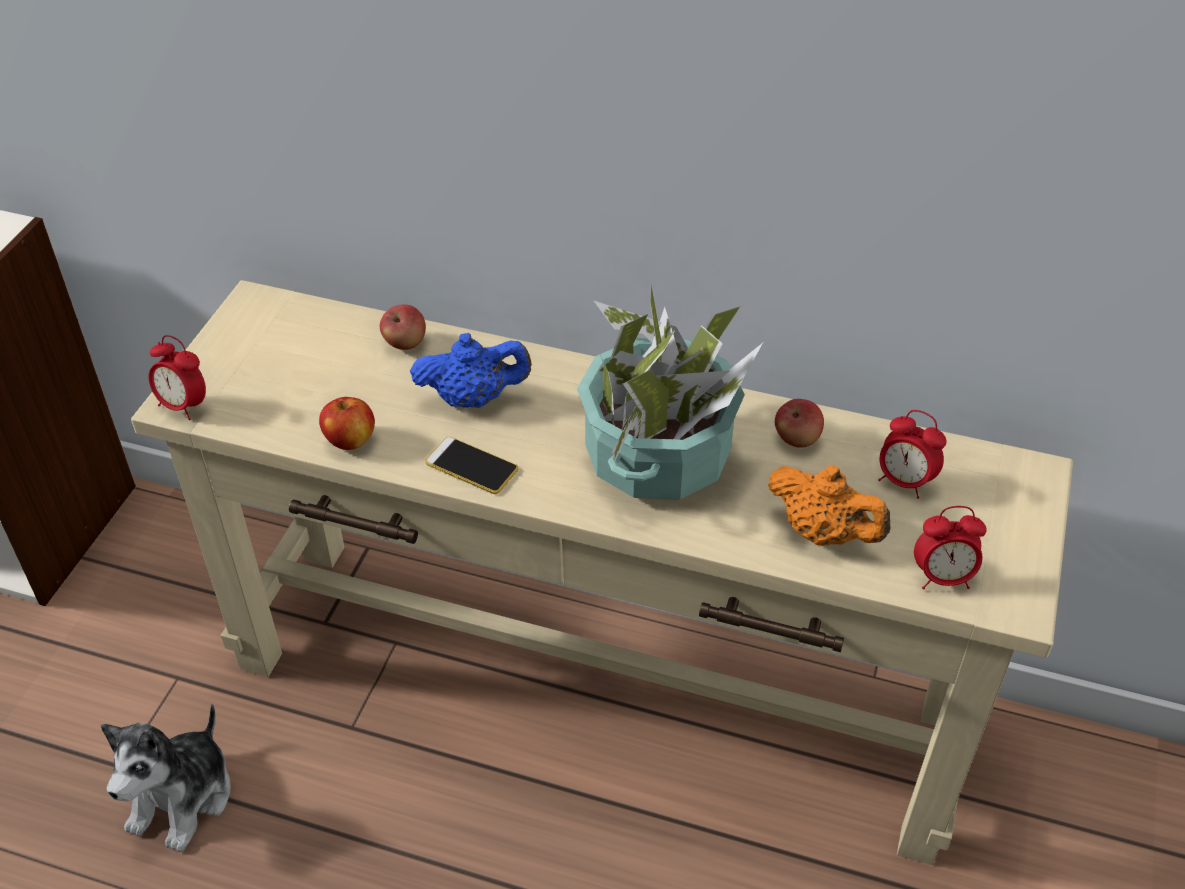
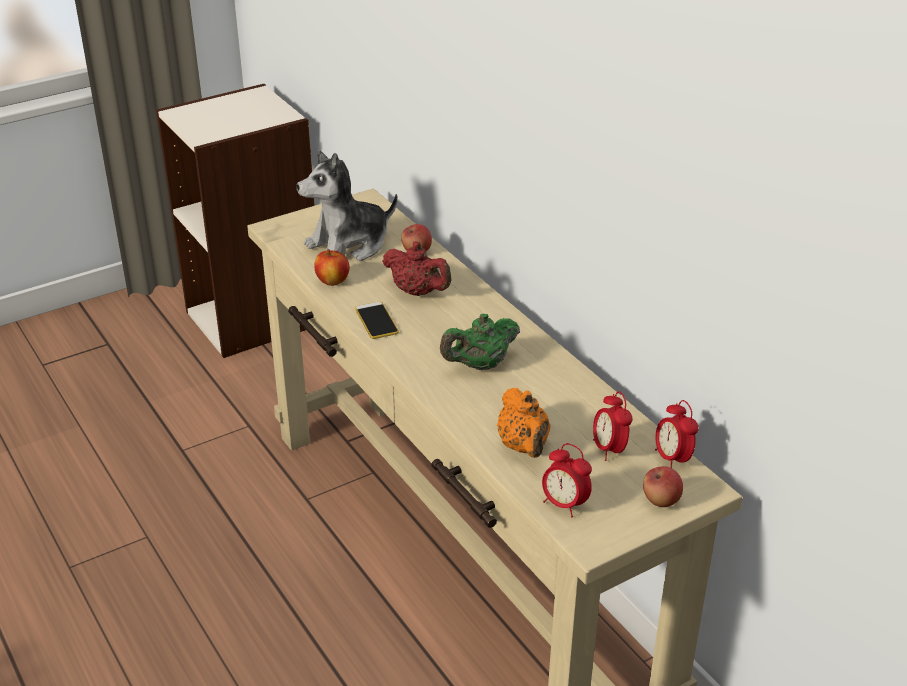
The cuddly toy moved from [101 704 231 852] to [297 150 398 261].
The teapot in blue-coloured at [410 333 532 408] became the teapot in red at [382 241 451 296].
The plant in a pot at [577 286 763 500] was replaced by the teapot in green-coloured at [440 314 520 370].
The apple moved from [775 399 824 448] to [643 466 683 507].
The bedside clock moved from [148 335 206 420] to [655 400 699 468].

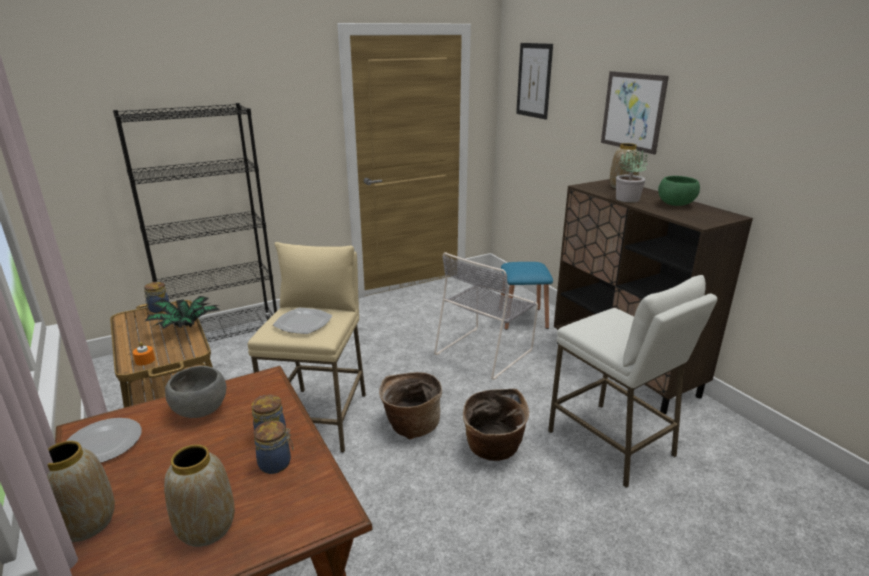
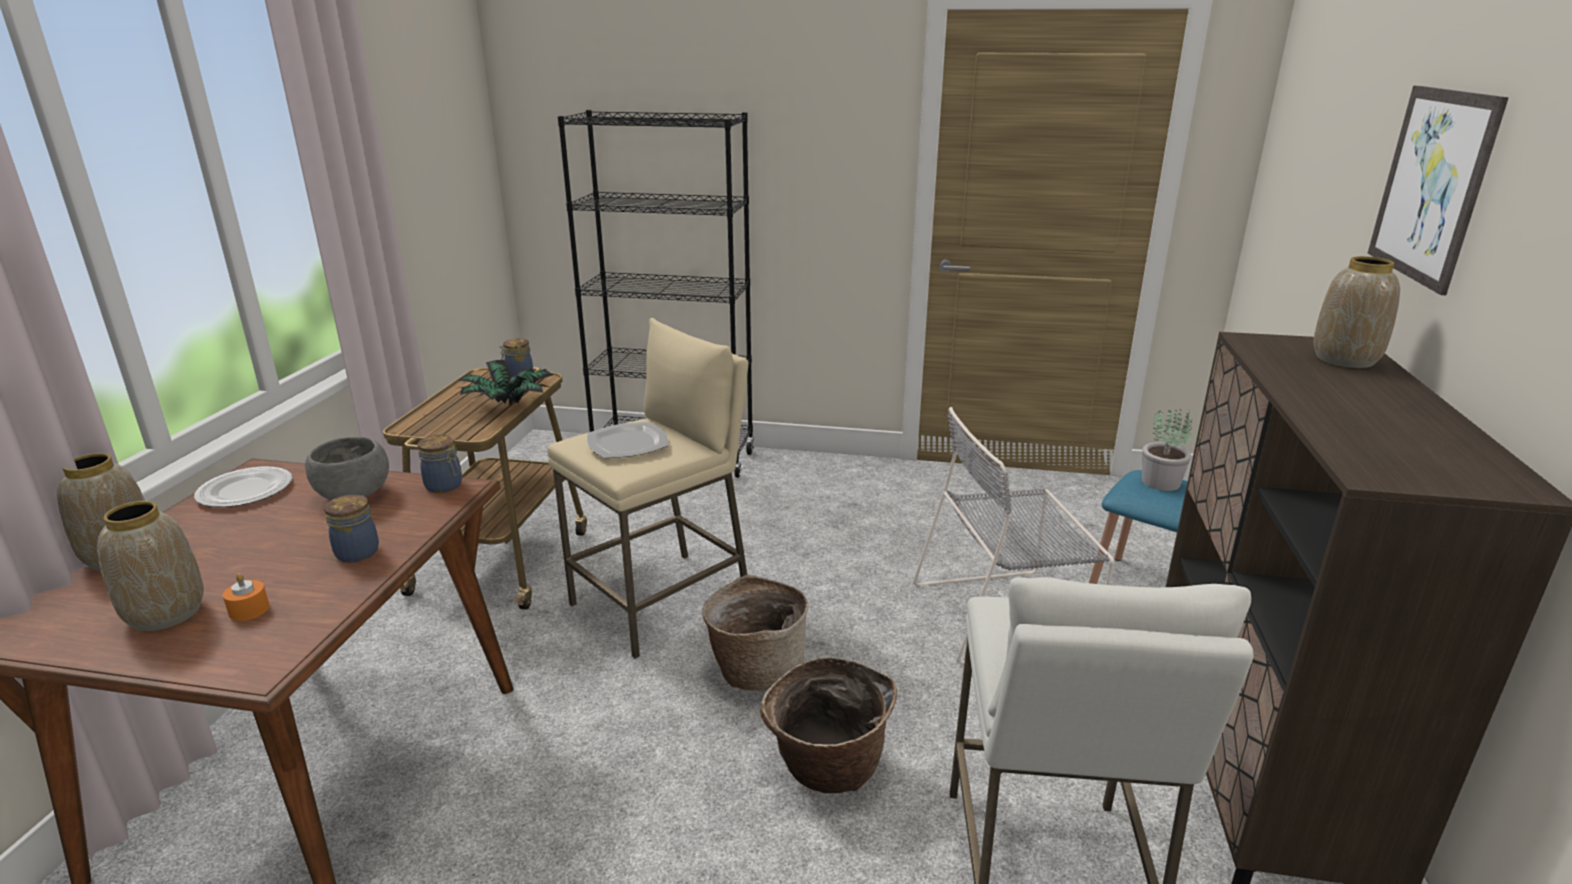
The candle in orangey moved from [133 342 155 365] to [223 573 270 621].
The preserve jar moved from [254 421 294 474] to [417 435 462 493].
The plant in a pot moved from [616 149 648 202] to [1142 409 1193 491].
The wall art at [516 43 553 120] disappeared.
The deep dish in green-coloured at [658 176 700 206] disappeared.

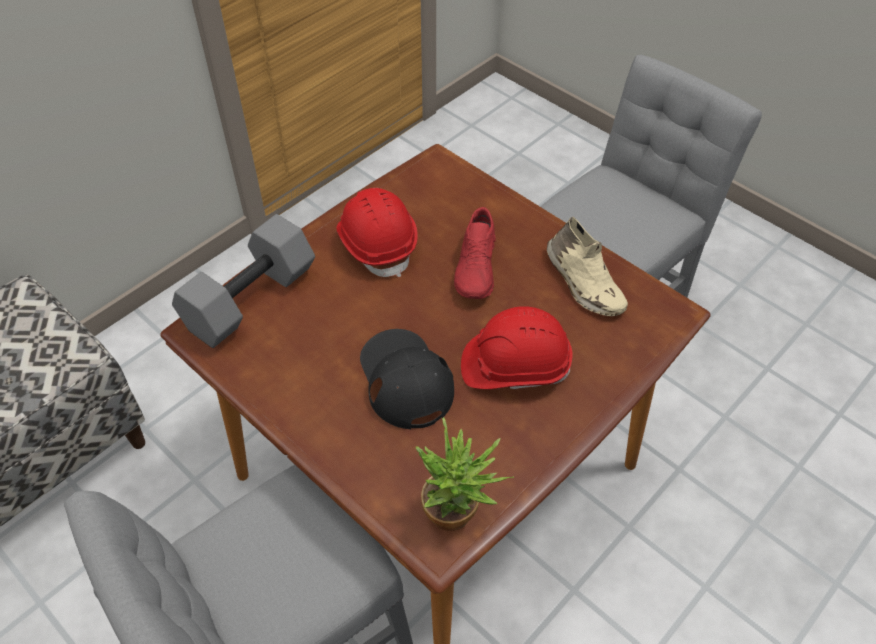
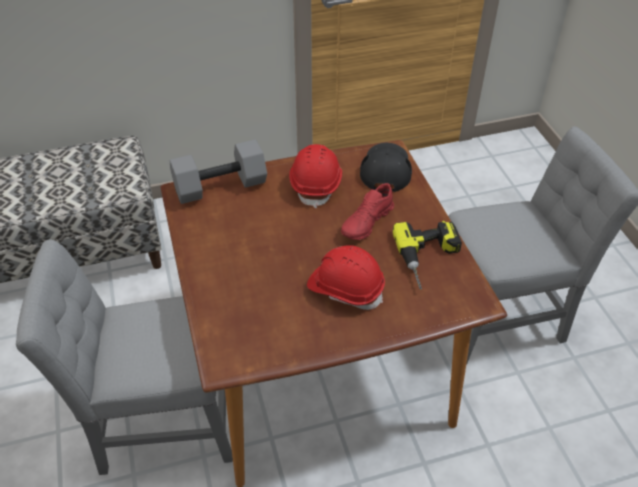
The peaked cap in black moved from [360 329 454 429] to [360 143 412 192].
The item of footwear in sand-coloured at [547 216 628 316] was replaced by the electric drill at [392 221 462 289].
The plant in a pot at [416 417 514 531] disappeared.

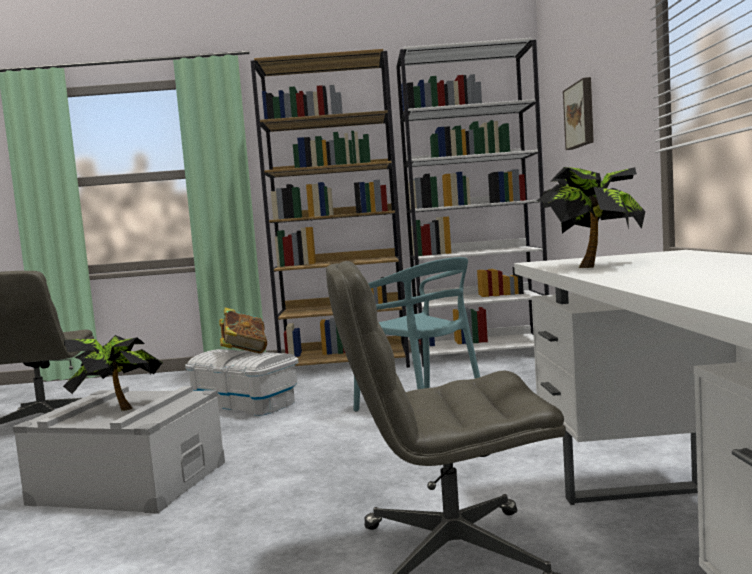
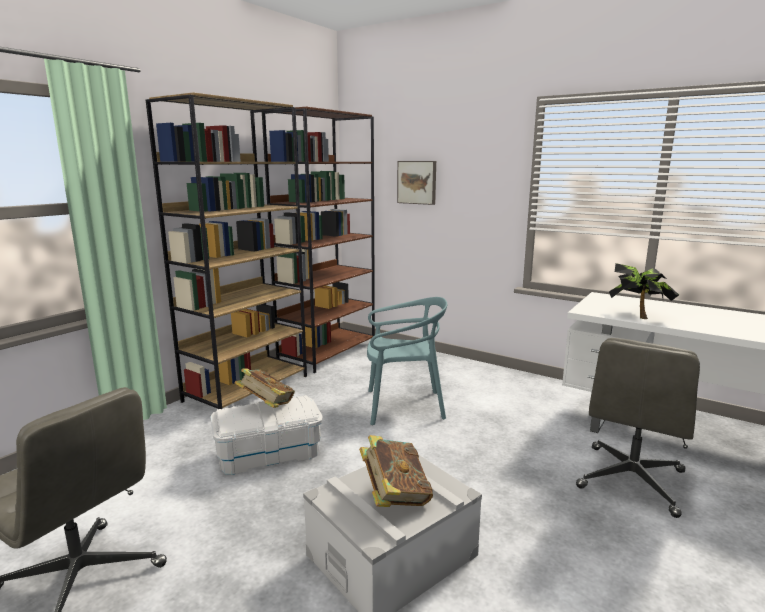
The shelving unit in whitish at [396 38 549 367] became the shelving unit in brownish at [262 107 375 373].
The plant in a pot at [63 335 163 411] was replaced by the bound book at [359 435 433 507].

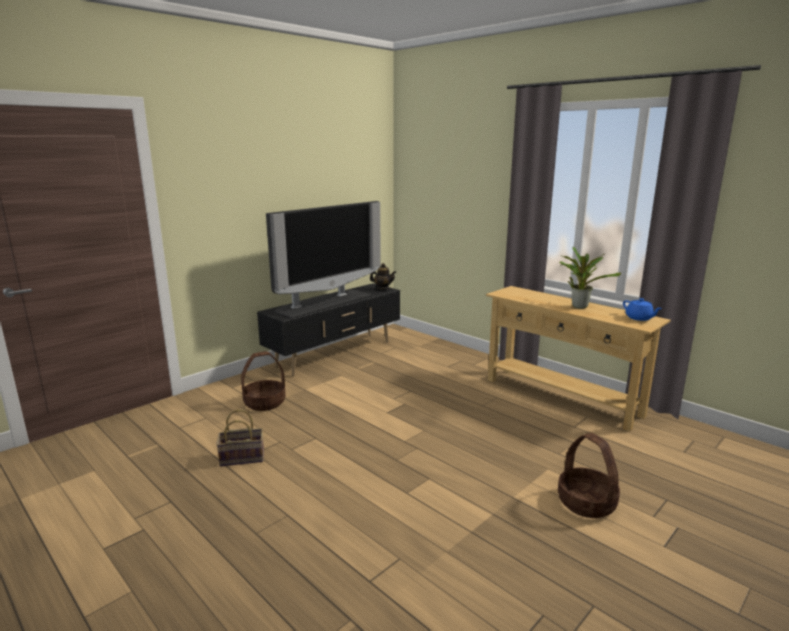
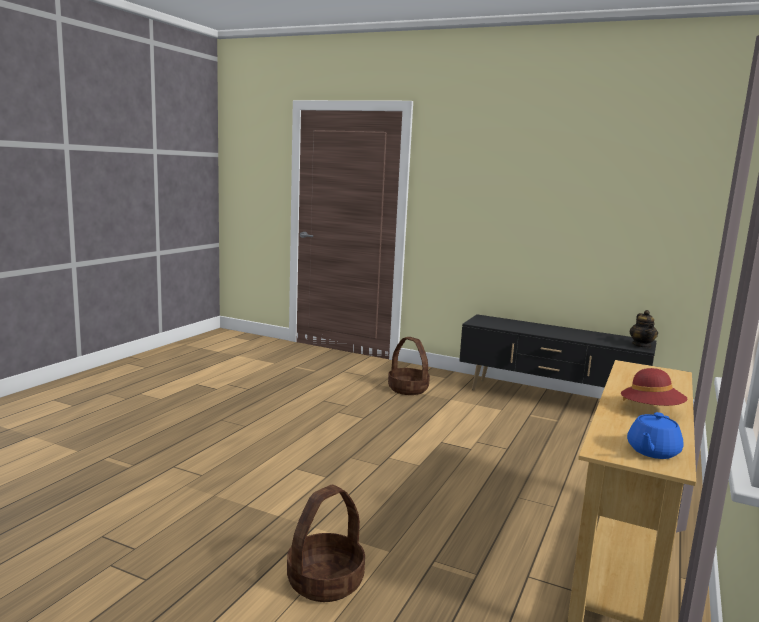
The plant in a pot at [559 247 621 309] was replaced by the clothing hat in red at [621 368 687 406].
The storage basket at [216 409 264 467] disappeared.
The TV set at [266 201 381 318] disappeared.

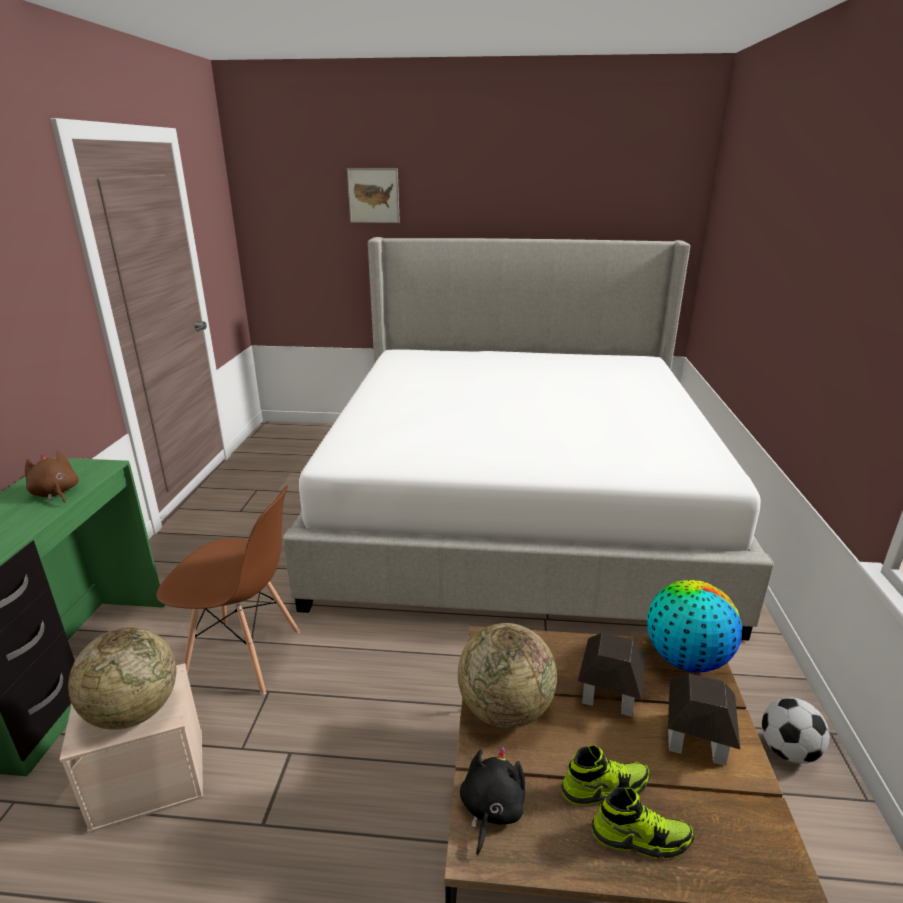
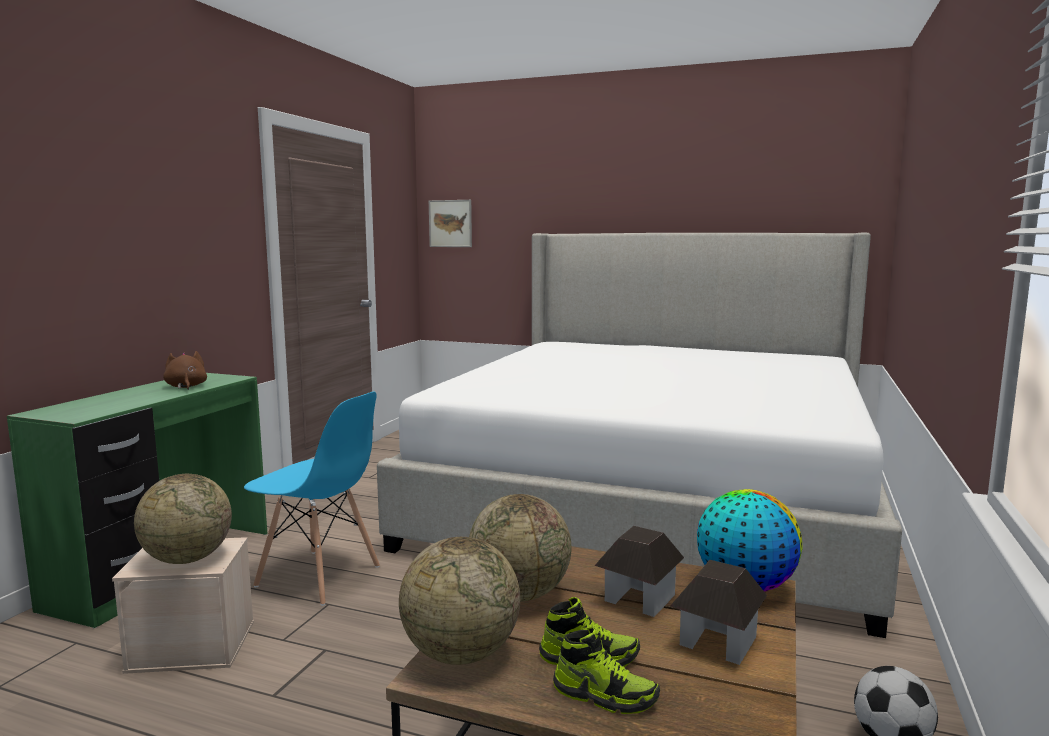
The plain chair in brownish at [157 485 300 695] became the plain chair in blue-coloured at [244 392 380 606].
The cuddly toy in black at [460 747 525 856] was replaced by the desk globe at [399 537 520 665].
The wall art moved from [347 168 400 223] to [429 200 472 247].

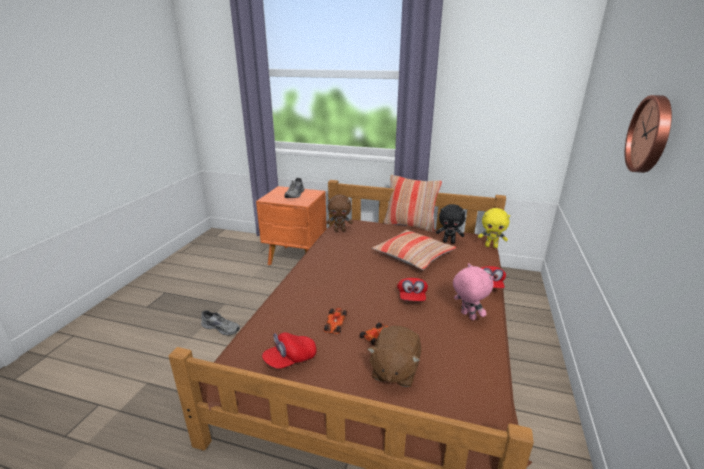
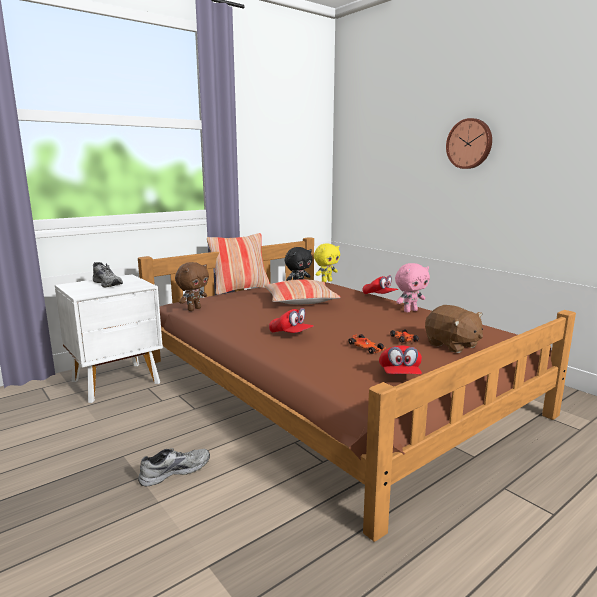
The nightstand in orangey at [256 186 327 265] became the nightstand in whitish at [55 274 163 403].
The peaked cap in red moved from [397 278 428 301] to [269 308 313 333].
The cuddly toy in pink-coloured at [453 263 494 320] turned 150 degrees clockwise.

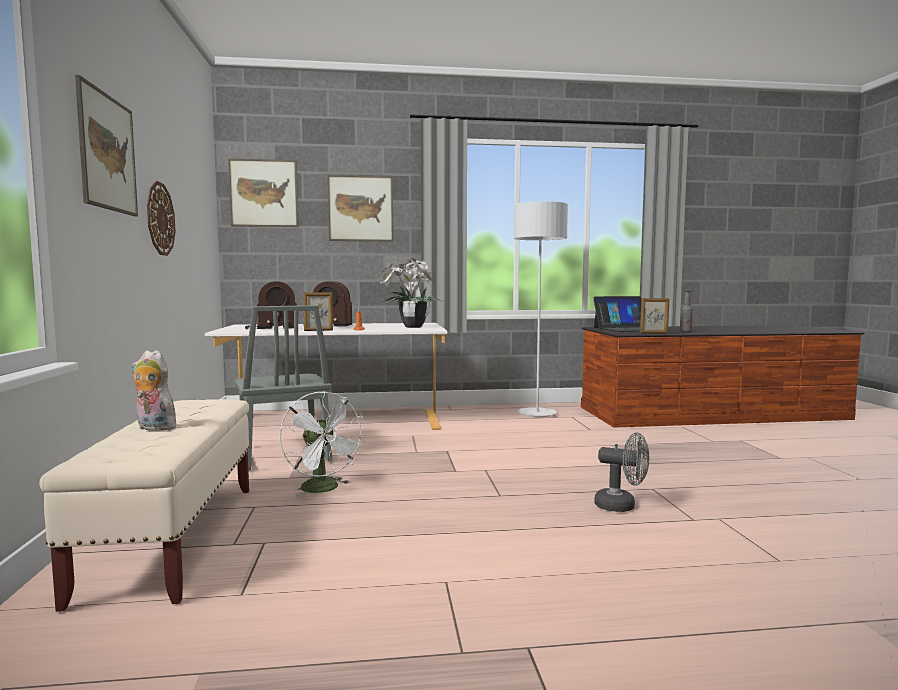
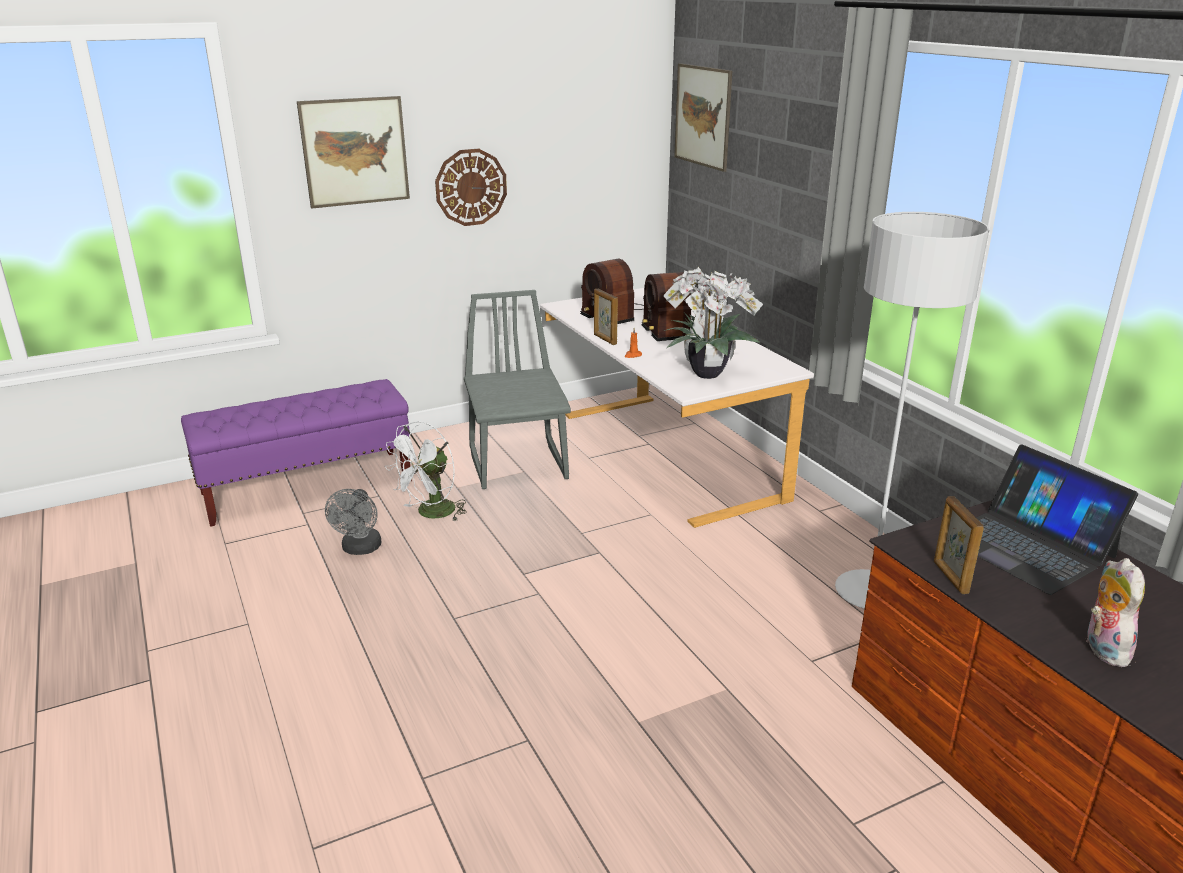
The long seat in sand-coloured at [39 399 250 612] became the long seat in purple at [181 379 412 527].
The cooling fan in greyish moved from [594 432 649 512] to [325 489 381 555].
The plain chair in greyish at [235 305 332 471] turned 120 degrees clockwise.
The cuddly toy moved from [132 350 178 431] to [1085 558 1145 667].
The wall art at [327 175 394 241] disappeared.
The bottle at [680 291 693 332] disappeared.

